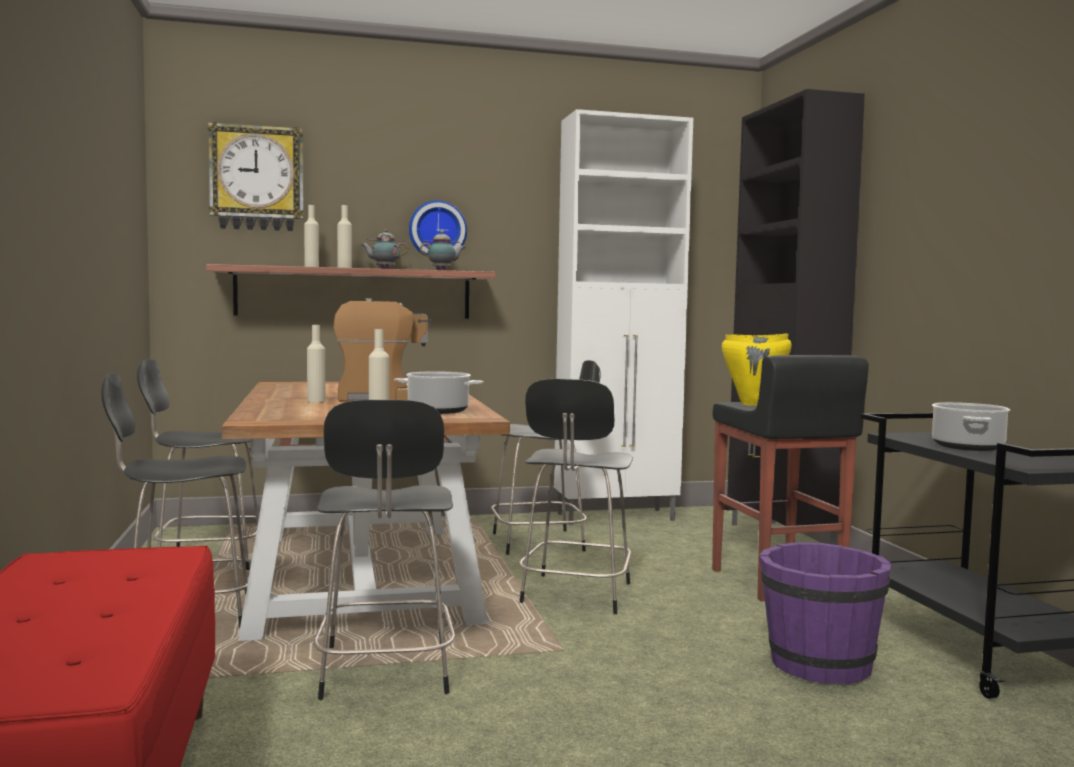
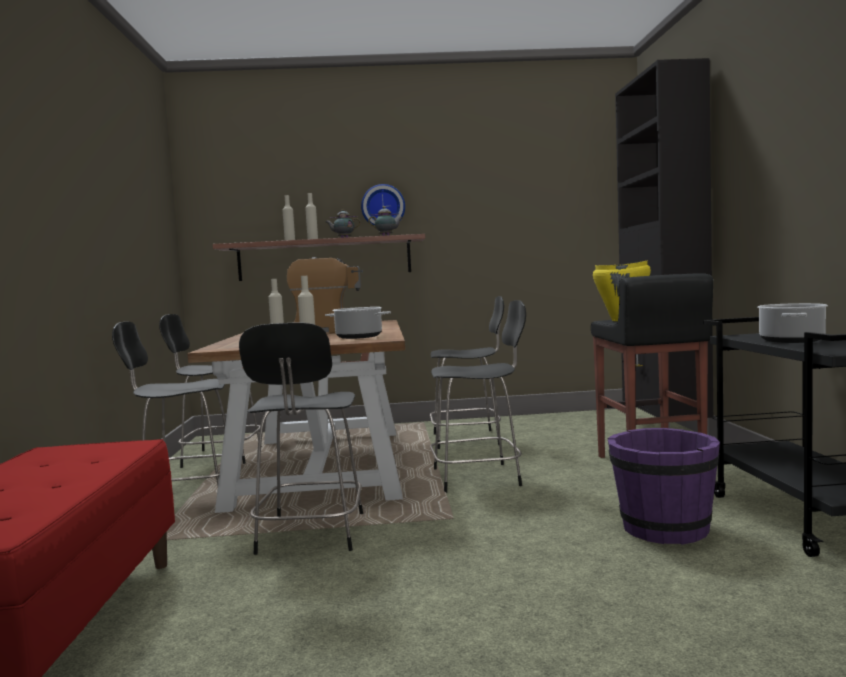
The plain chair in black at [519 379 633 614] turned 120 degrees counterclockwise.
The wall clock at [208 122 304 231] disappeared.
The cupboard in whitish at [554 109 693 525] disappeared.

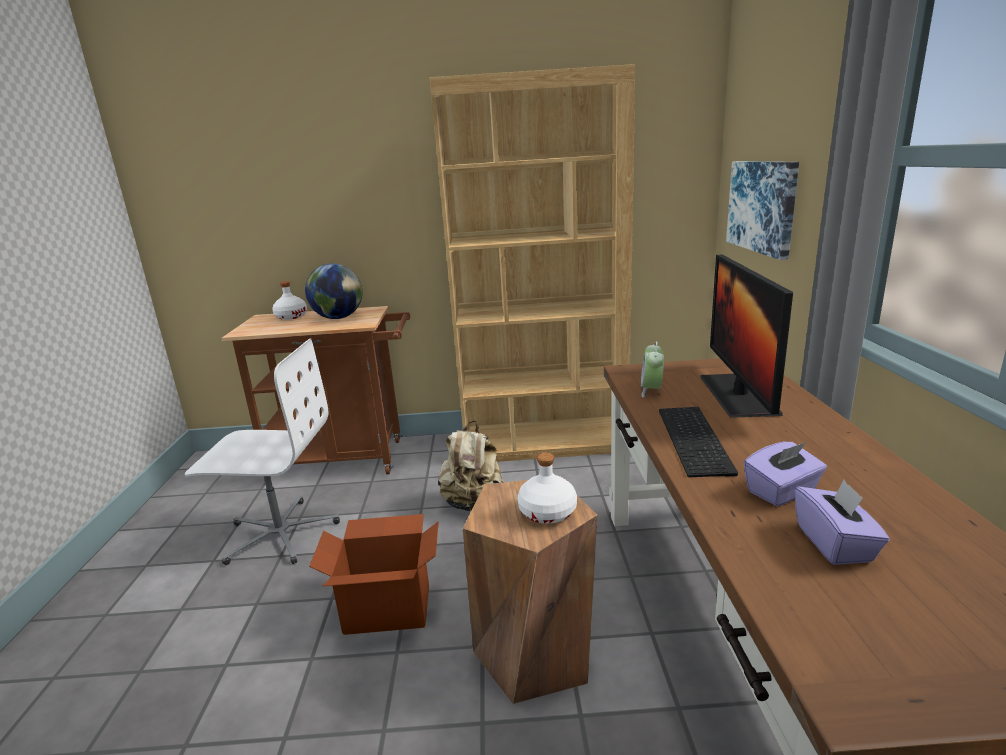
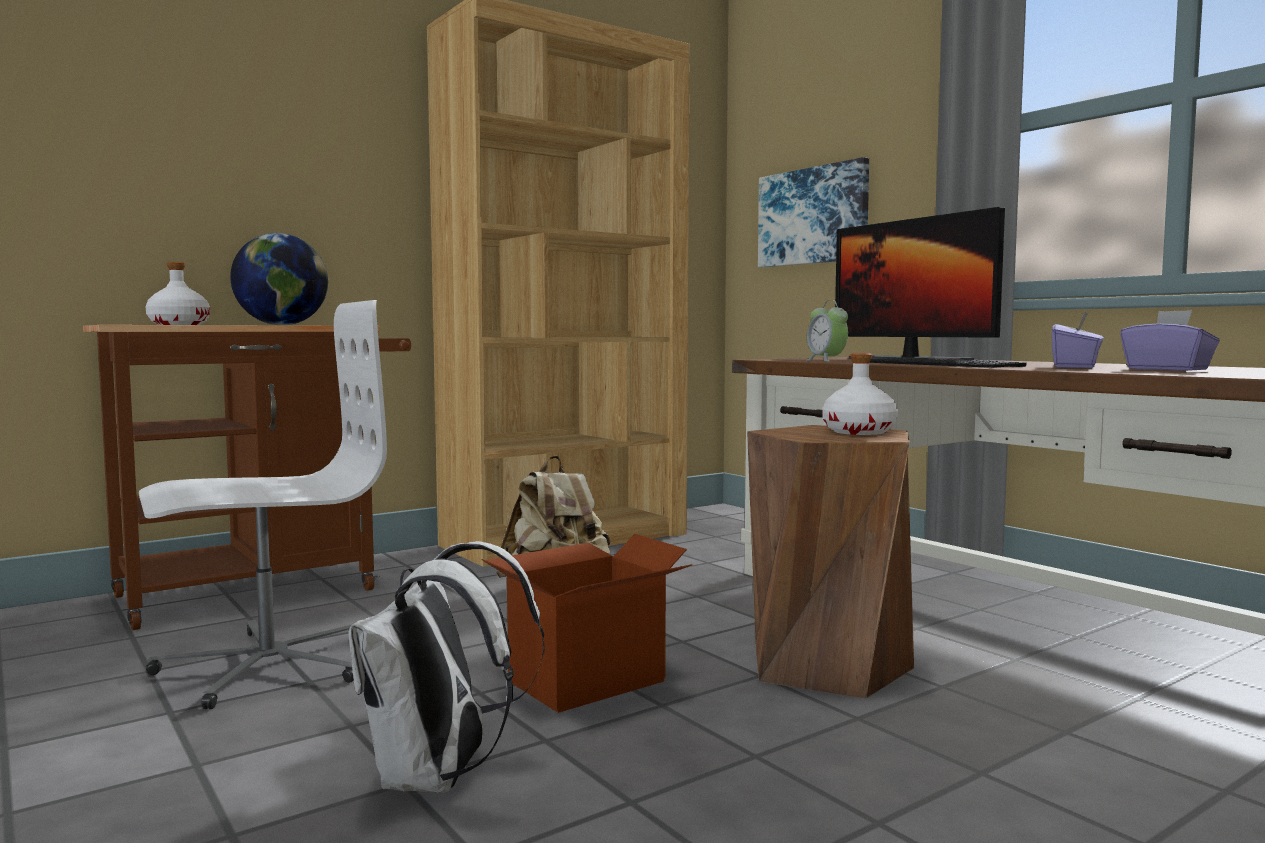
The rucksack in whitish at [348 541 545 793] appeared.

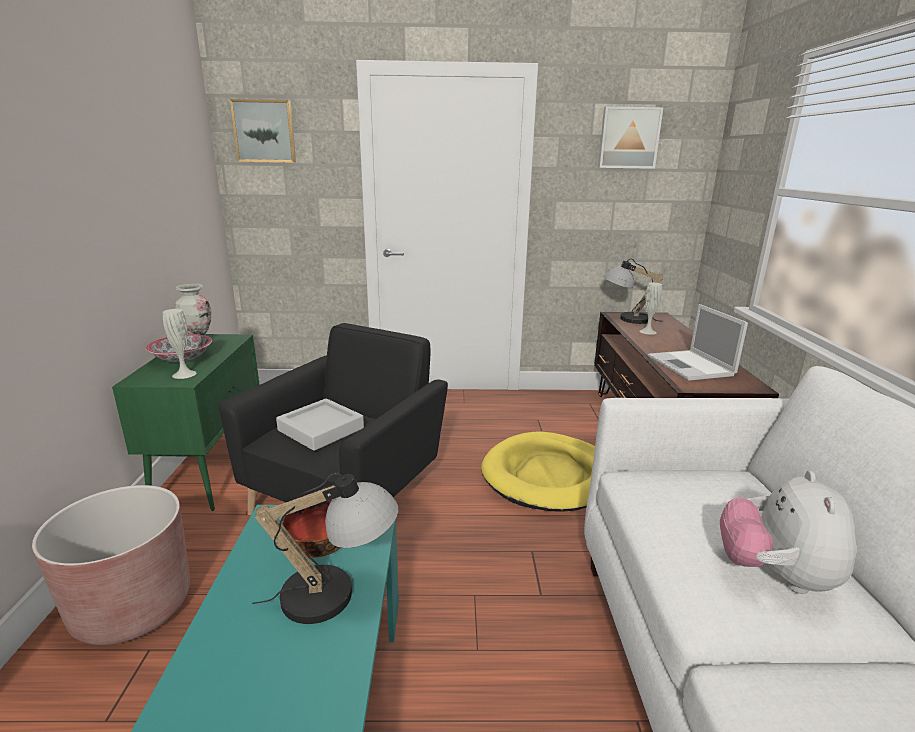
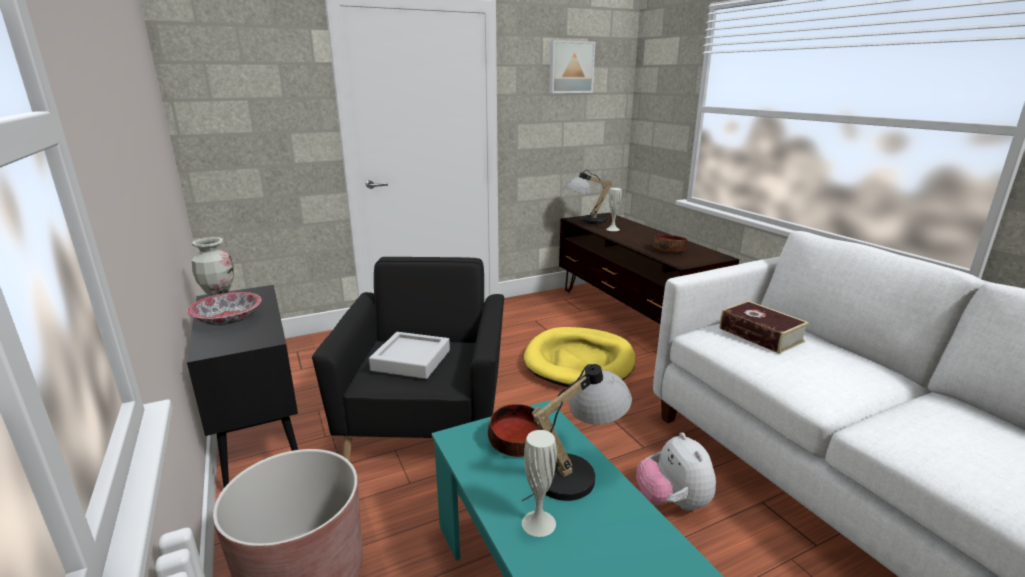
The cupboard in green-coloured at [112 334 260 511] became the cupboard in black at [187 285 298 488].
The decorative vase in whitish moved from [163 309 196 379] to [522 430 557 537].
The cuddly toy moved from [720 471 856 594] to [636 432 716 511].
The notebook computer at [648 304 748 381] was replaced by the deep dish at [653 235 688 252].
The bound book at [720 301 809 354] appeared.
The wall art at [230 99 296 163] disappeared.

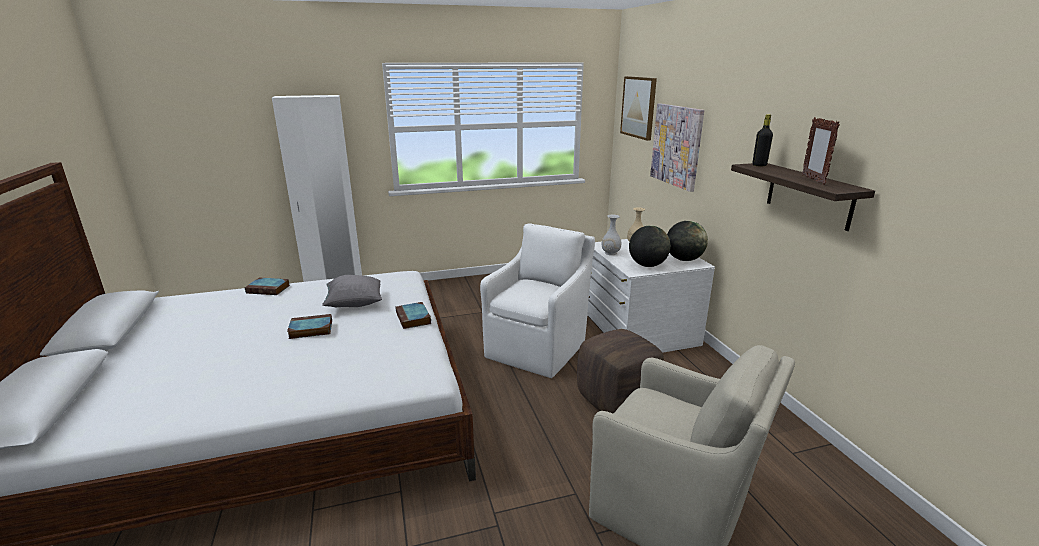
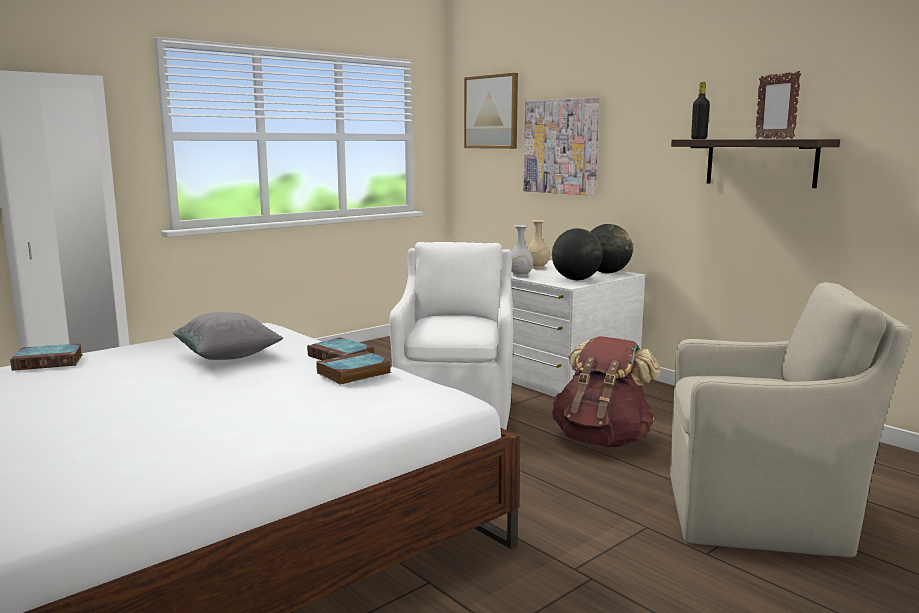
The bound book moved from [287 314 332 339] to [316 351 392 385].
The ottoman in brownish at [577 329 664 414] was replaced by the rucksack in brownish at [552 336 661 447].

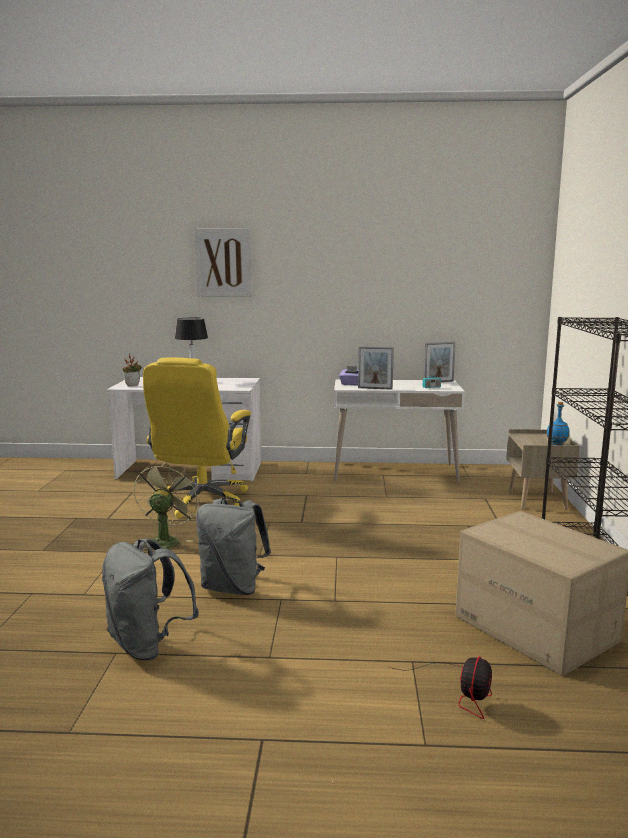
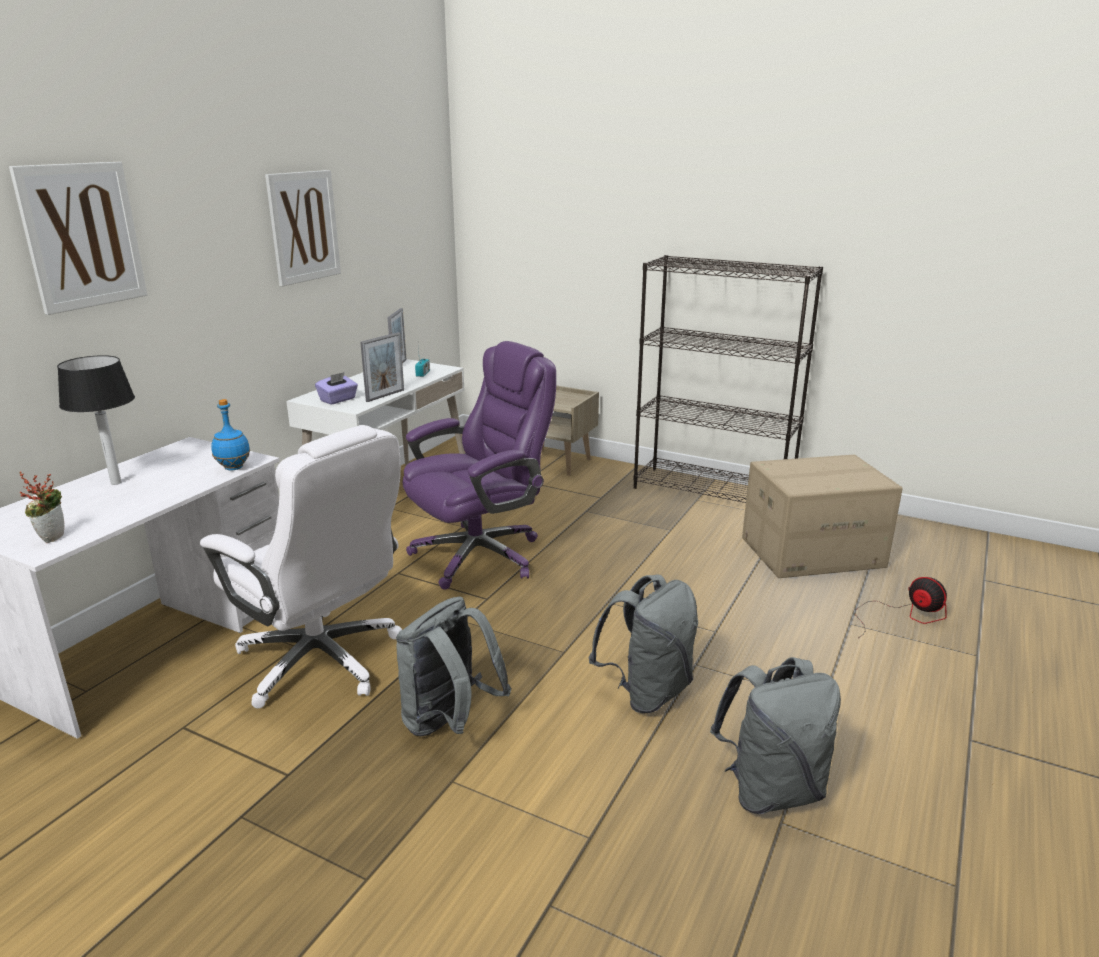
The office chair in yellow at [143 358 251 518] became the office chair in whitish at [200 425 402 708].
The bottle in blue-coloured moved from [546 402 570 445] to [211 399 250 471].
The wall art at [265 170 341 287] appeared.
The cooling fan in green-coloured at [134 461 201 553] was replaced by the rucksack in greyish at [396 597 511 736].
The office chair in purple at [403 341 556 590] appeared.

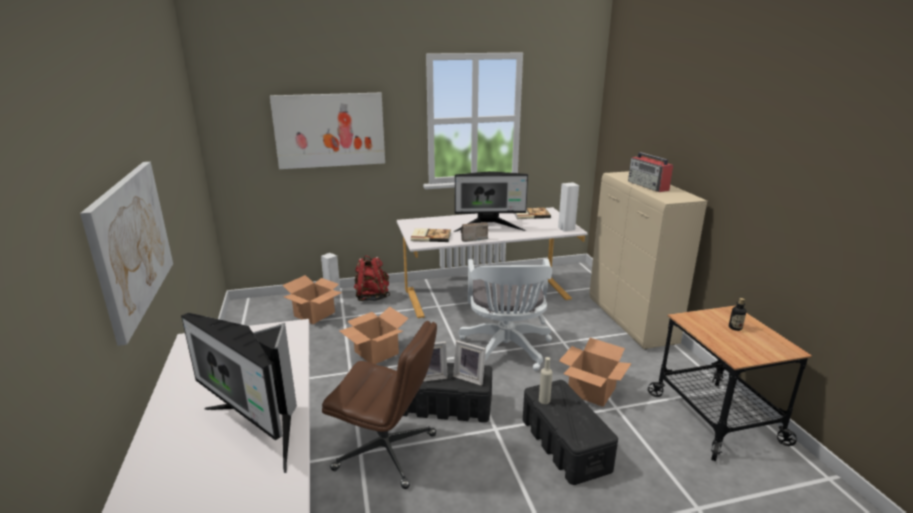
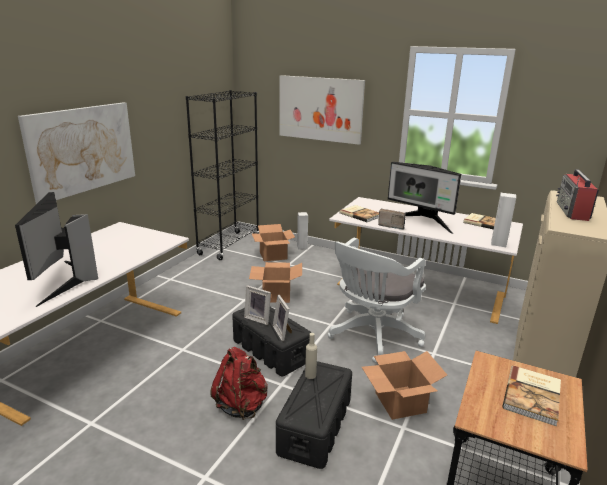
The shelving unit in black at [186 90 259 260] appeared.
The rucksack in red moved from [354 255 390 301] to [210 347 268 420].
The bottle at [729 298 746 331] was replaced by the bound book at [503 366 561 426].
The office chair in brownish at [322 321 437 489] disappeared.

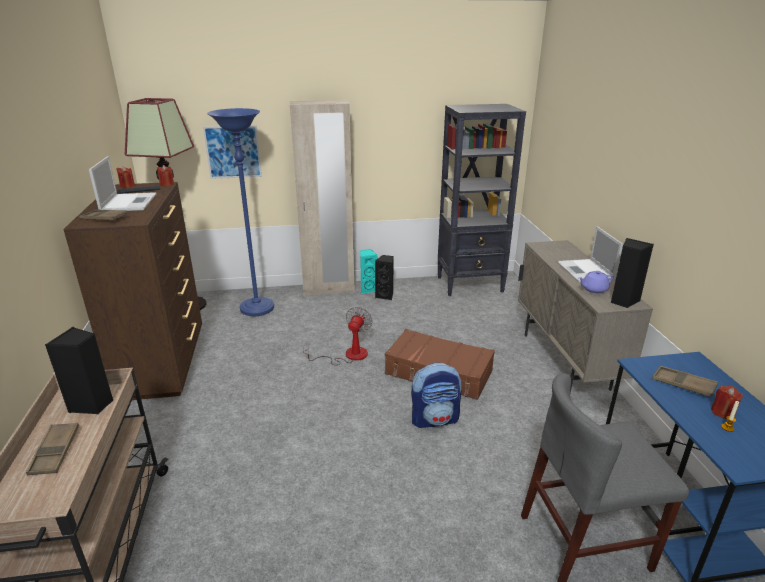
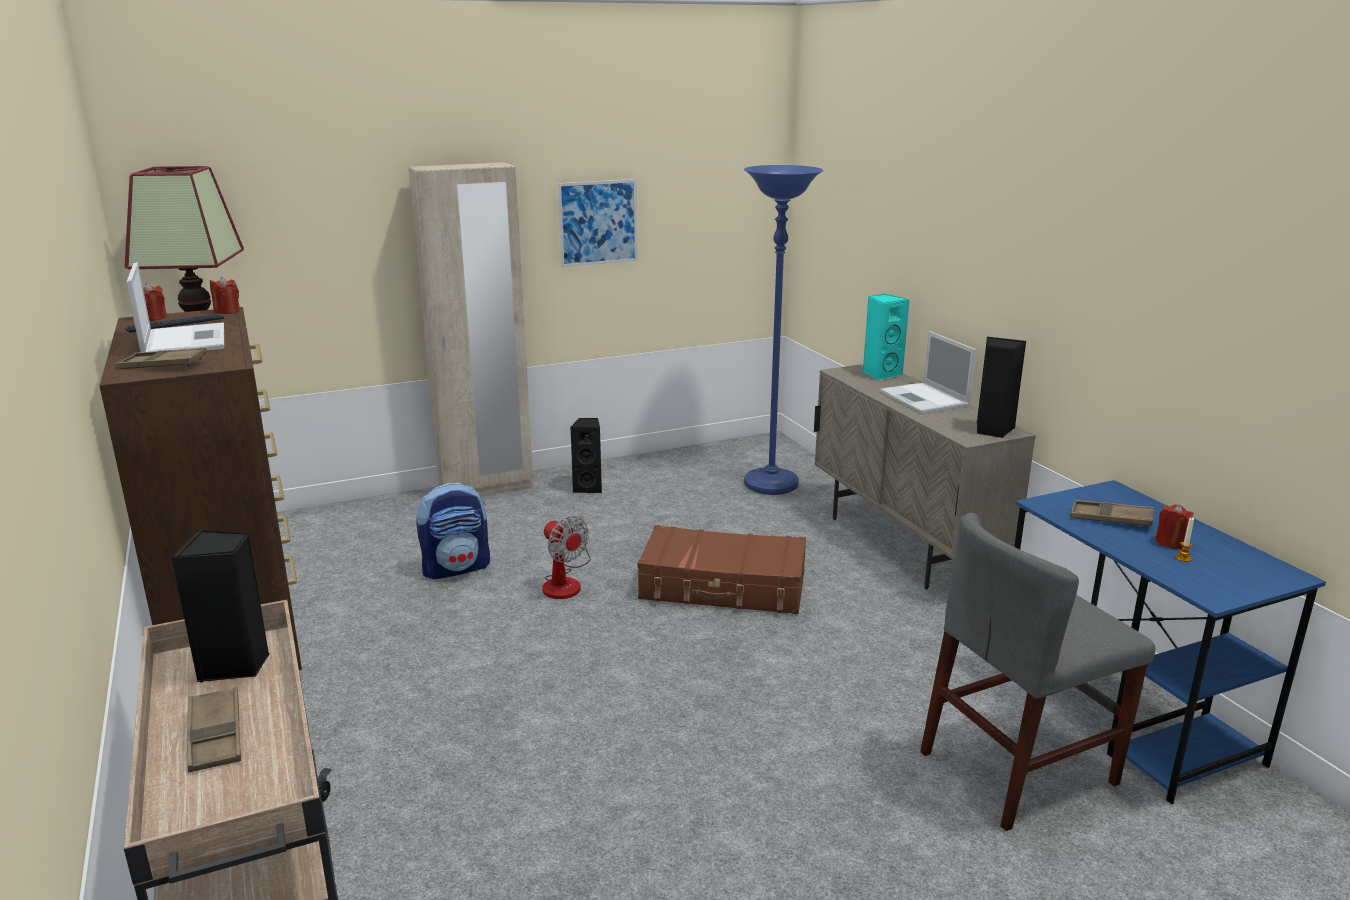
The rucksack moved from [411 362 462 428] to [416 483 490 579].
The cooling fan at [303 307 372 365] turned 135 degrees clockwise.
The wall art moved from [203 125 262 179] to [558 179 638 267].
The floor lamp in blue-coloured moved from [207 108 274 316] to [744 165 823 495].
The speaker in blue-green moved from [360 249 378 294] to [863 294 910 380].
The shelving unit in black at [438 104 526 296] disappeared.
The teapot in purple at [579 271 614 293] disappeared.

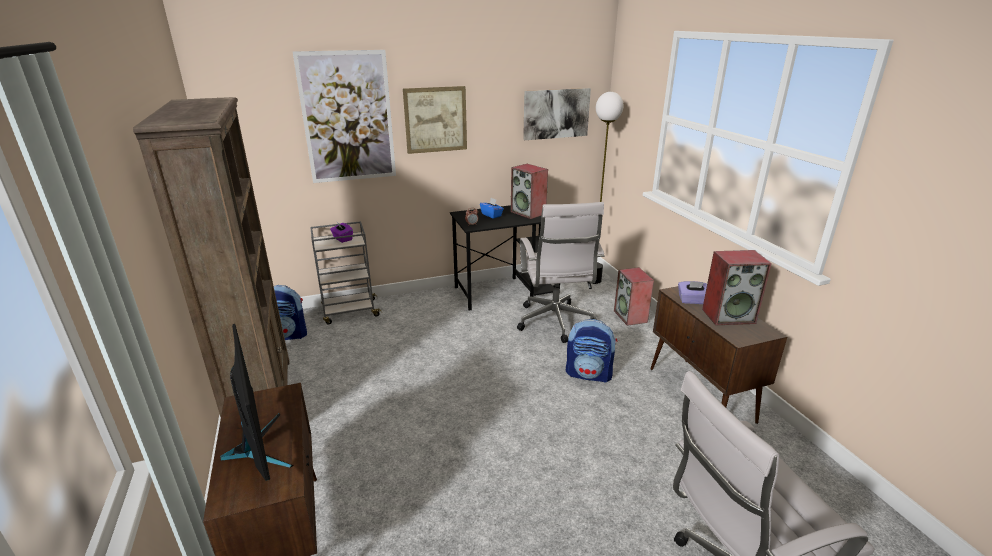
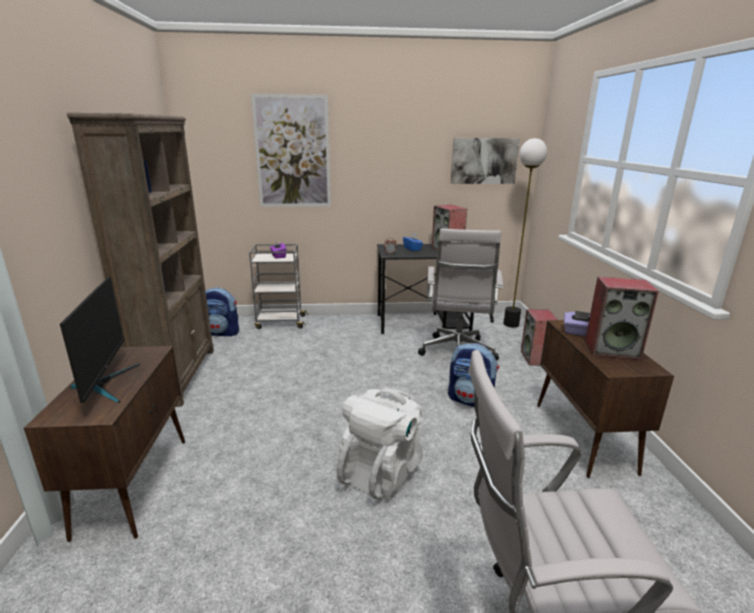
The rucksack in whitish at [337 388 423 500] appeared.
The wall art at [403 86 467 154] disappeared.

